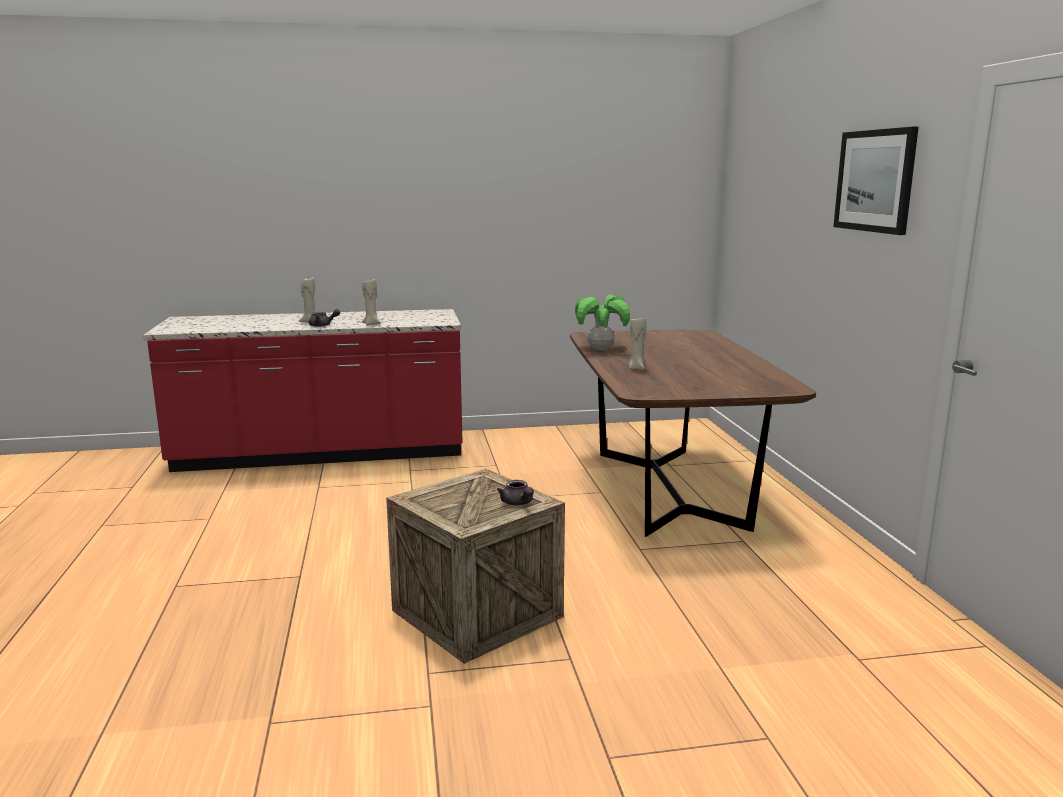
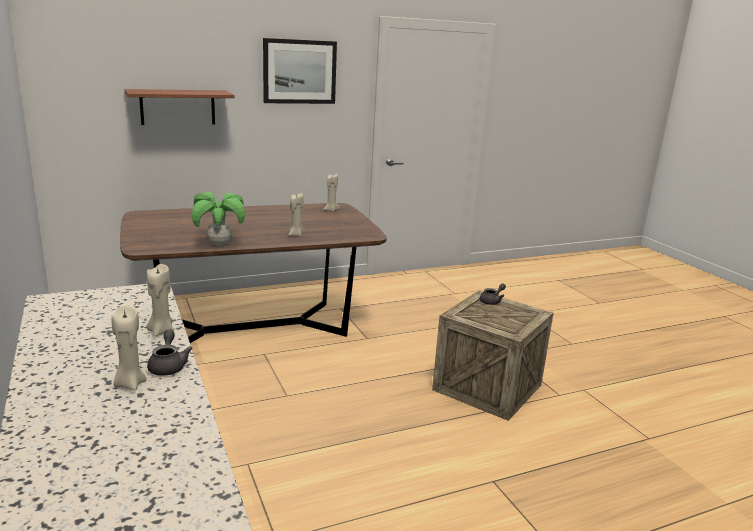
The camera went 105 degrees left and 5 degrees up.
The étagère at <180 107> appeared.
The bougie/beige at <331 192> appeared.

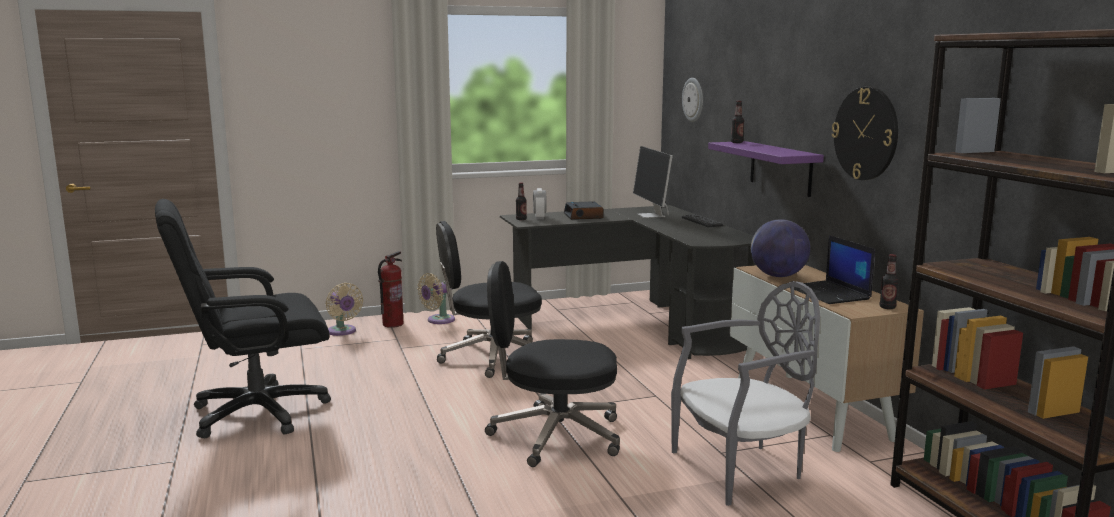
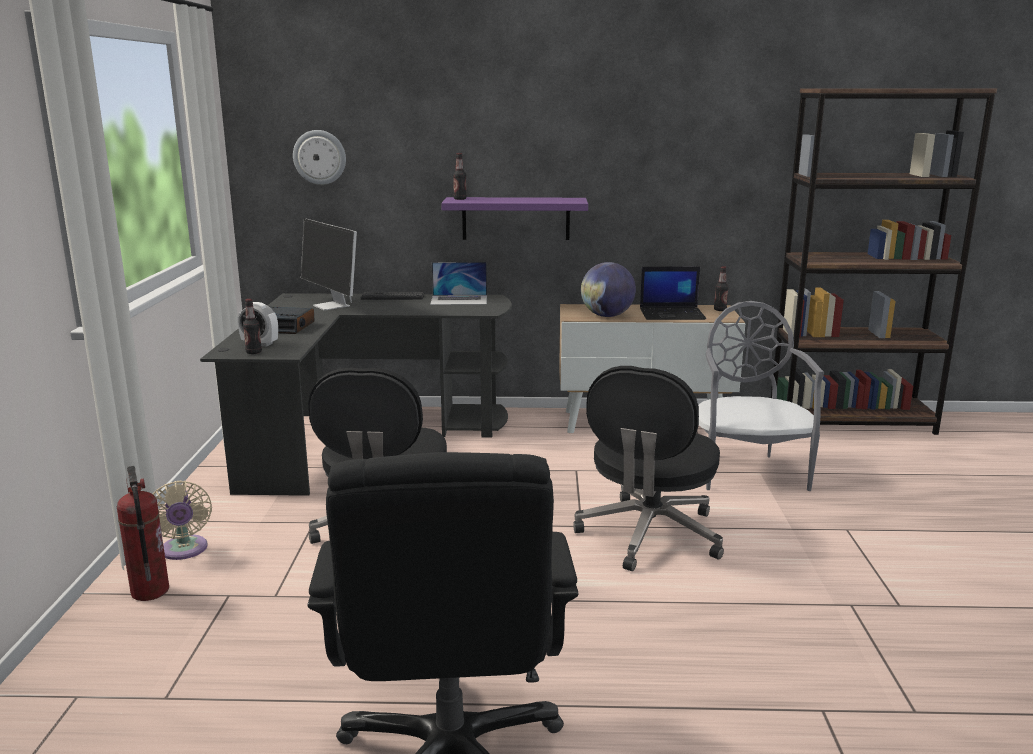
The camera went 70 degrees left and 5 degrees up.
The écran d'ordinateur at <653 182> turned 45 degrees clockwise.
The ordinateur portable at <458 283> appeared.
The ventilateur/beige at <344 309> disappeared.
The horloge murale at <865 133> disappeared.

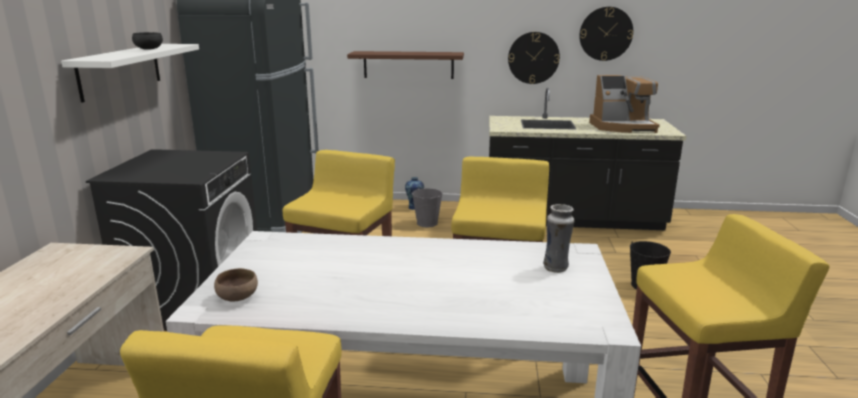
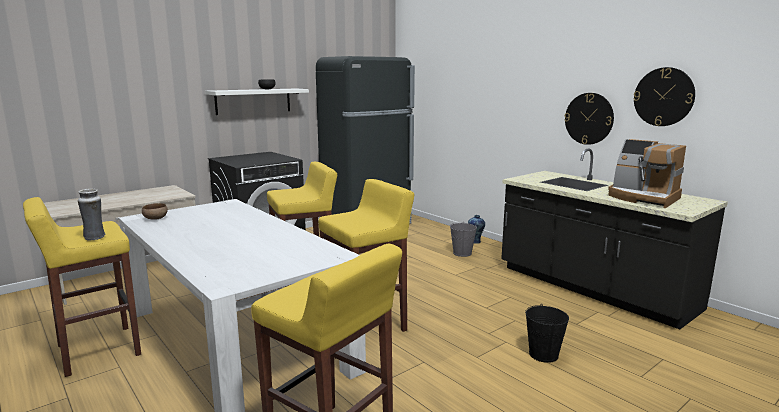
The camera went 45 degrees right and 5 degrees down.
The vase moved from <558 238> to <91 215>.
The étagère/marron at <405 65> disappeared.

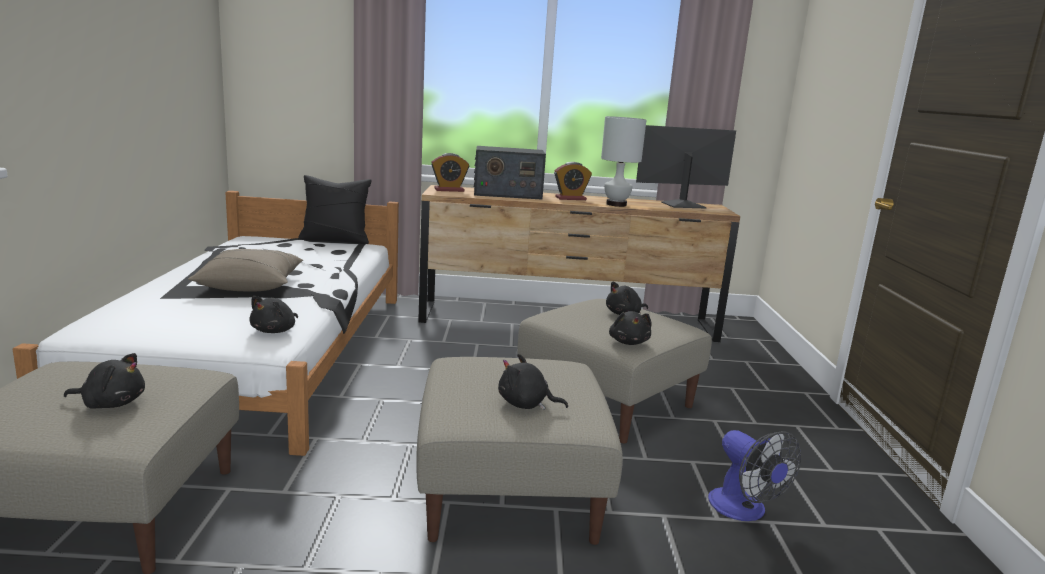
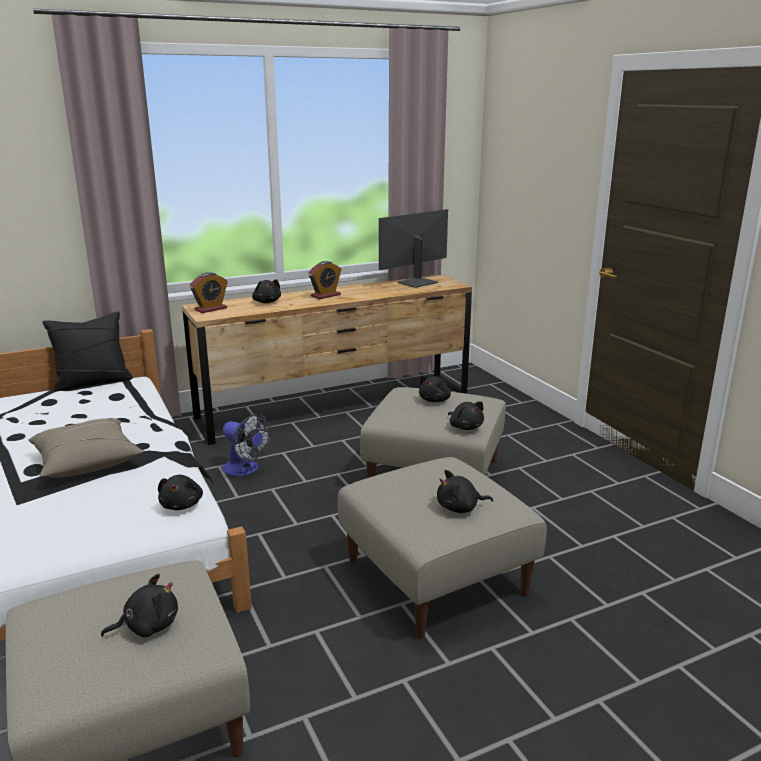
The camera went 25 degrees left and 5 degrees up.
The ventilateur moved from <754 475> to <247 445>.
The radio at <510 173> was replaced by the peluche/noir at <266 291>.
The lampe de table/blanc at <623 161> disappeared.

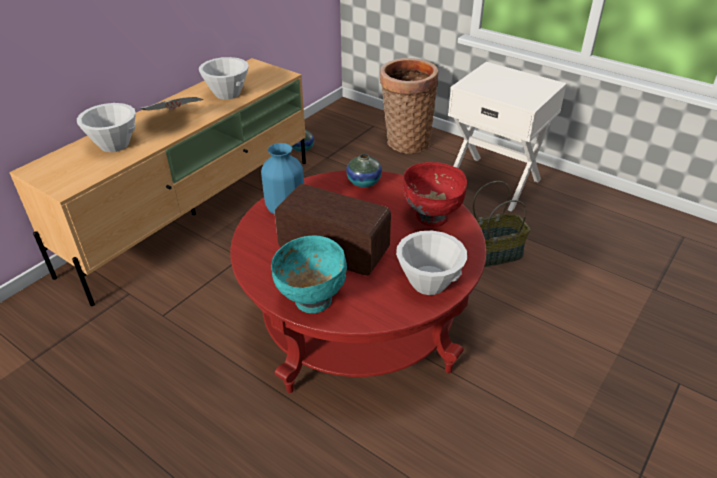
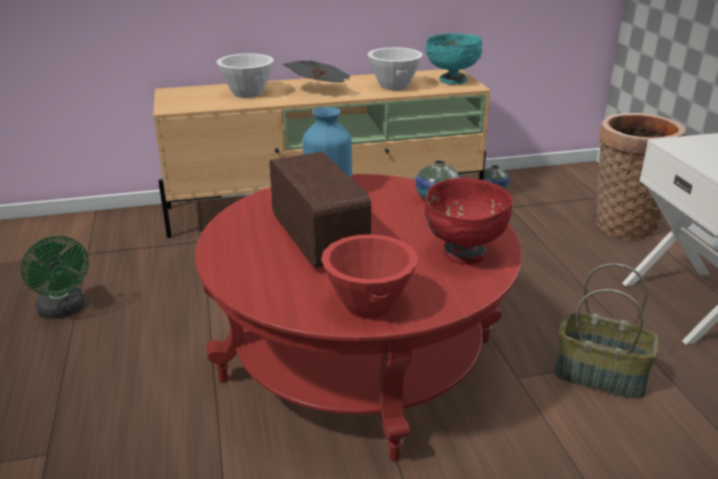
The camera went 40 degrees right and 10 degrees down.
The ventilateur/vert at <55 277> appeared.
The bol/blanc at <431 263> became the bol/rouge at <369 276>.
The bol/turquoise moved from <309 274> to <454 58>.

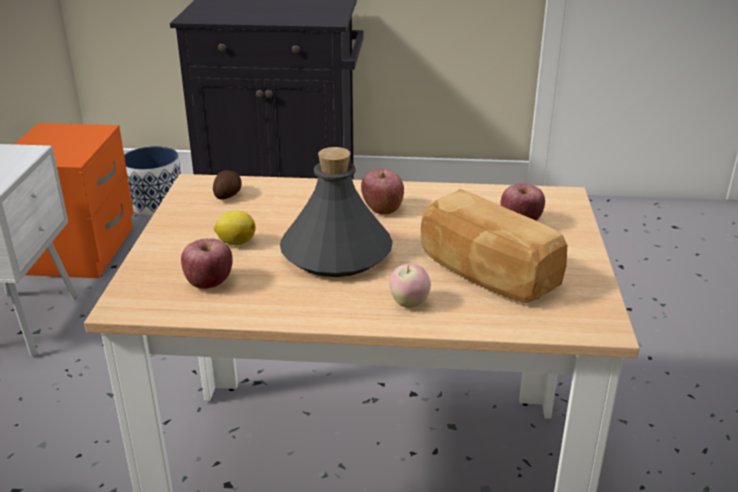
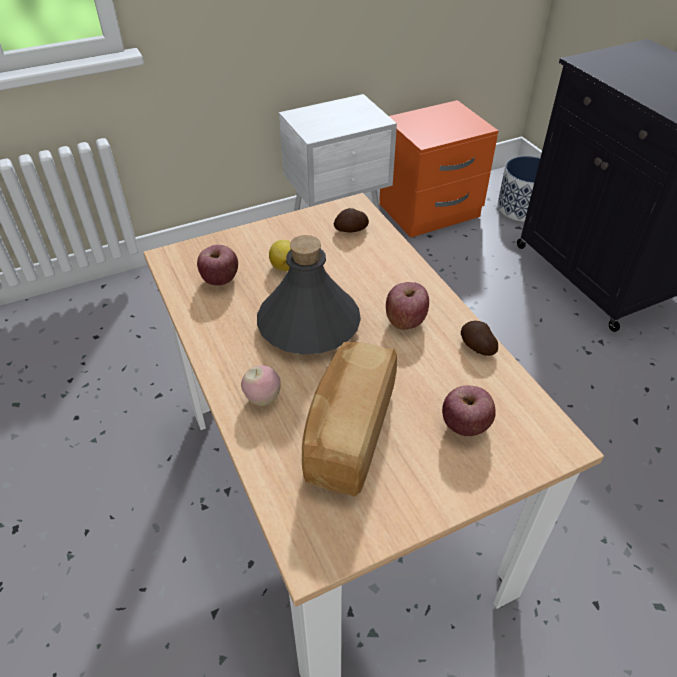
The camera went 60 degrees right and 15 degrees up.
The pomme de terre at <479 338> appeared.

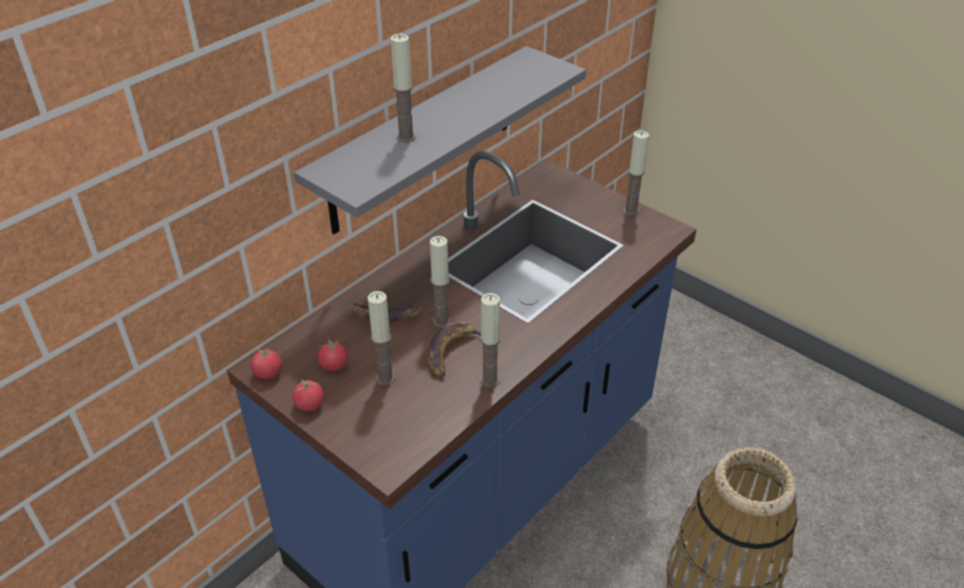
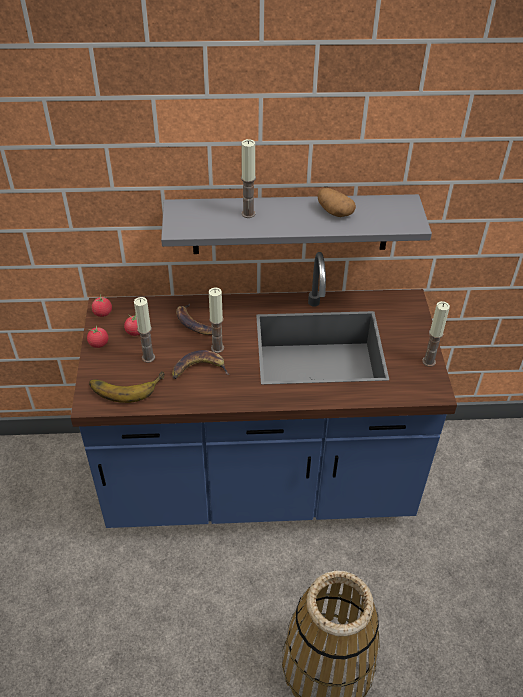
The camera went 45 degrees right and 5 degrees up.
The banane at <127 387> appeared.
The pomme de terre at <336 202> appeared.
The bougie at <490 340> disappeared.

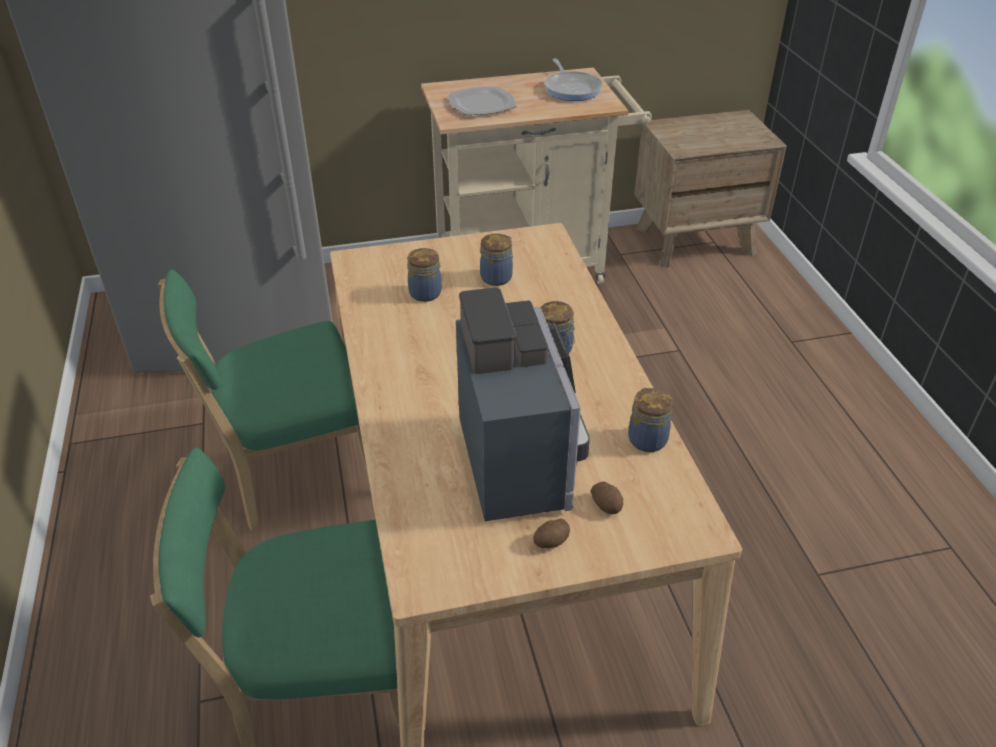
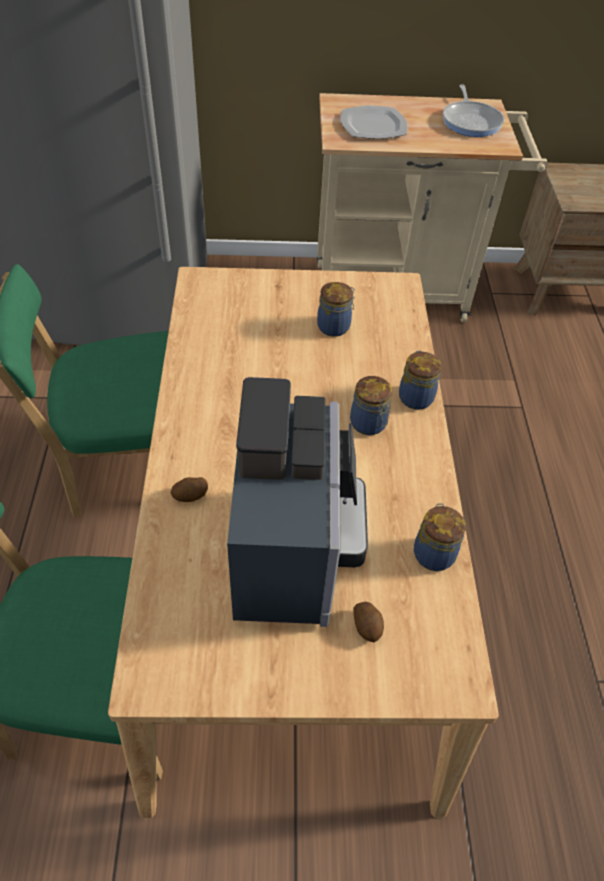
The camera went 10 degrees right and 10 degrees up.
The pomme de terre moved from <551 533> to <189 489>.
The bocal moved from <424 275> to <420 380>.

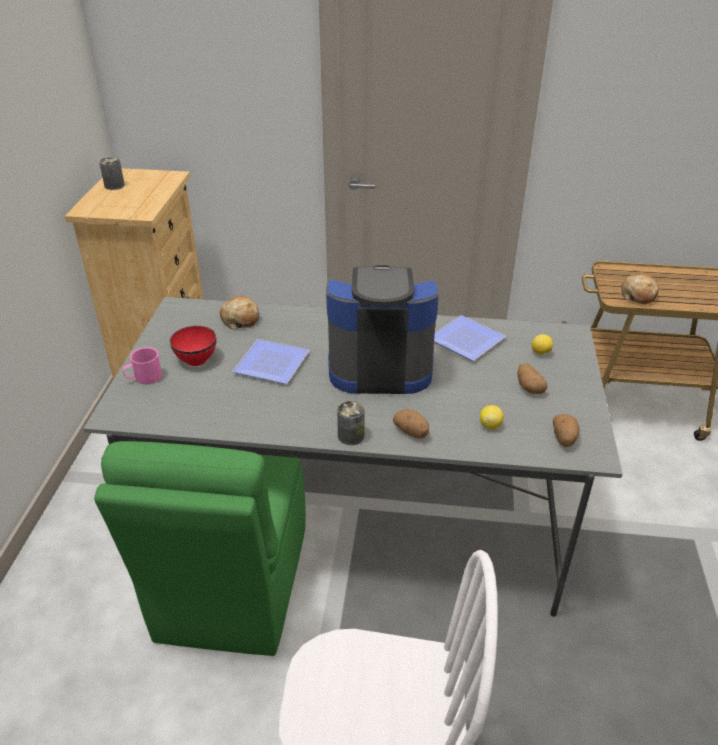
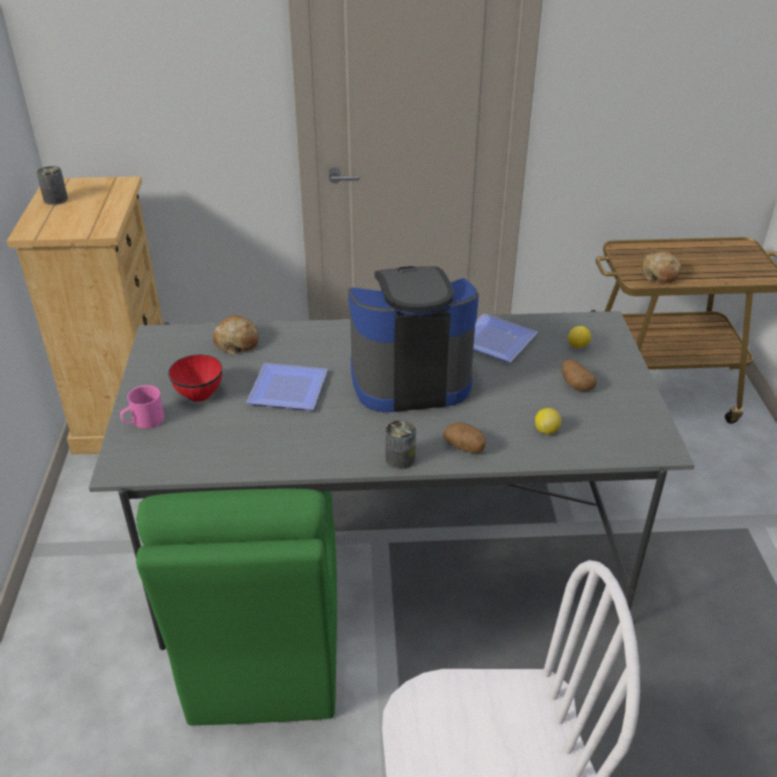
The camera went 10 degrees left and 0 degrees up.
The pomme de terre at <566 430> disappeared.

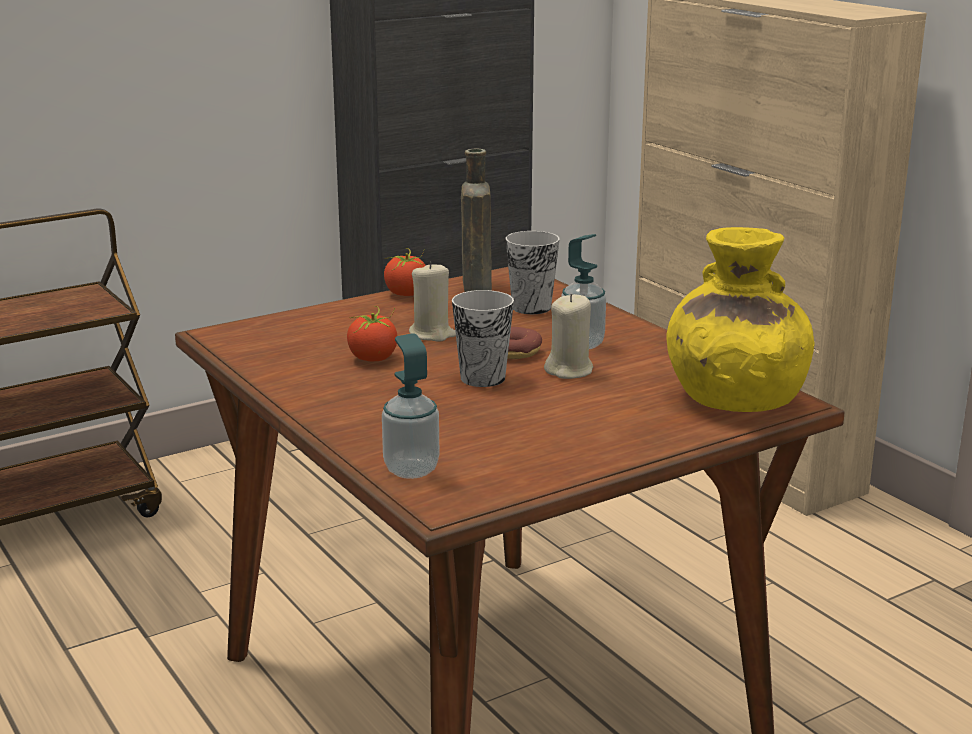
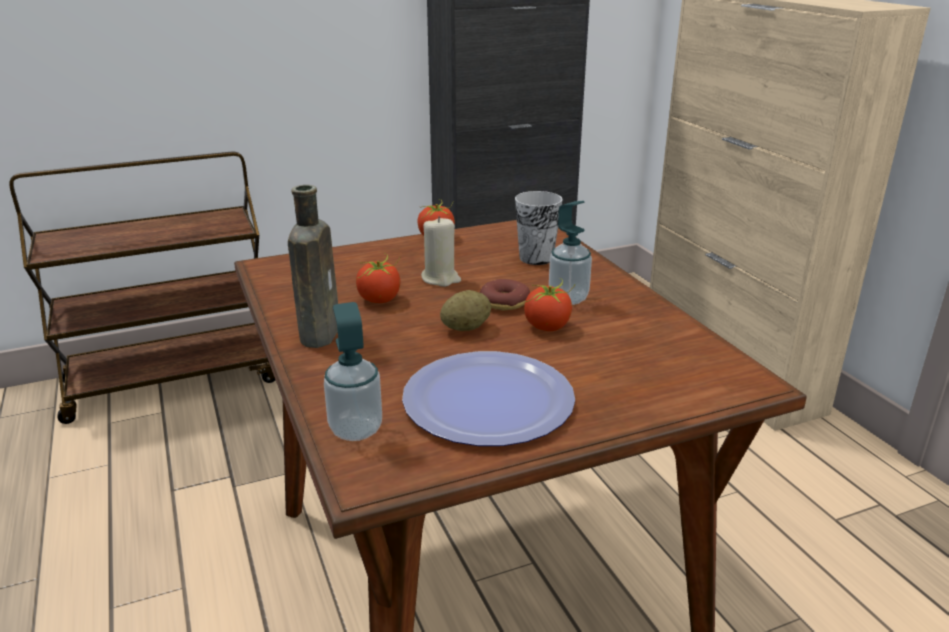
The camera went 10 degrees right and 5 degrees up.
The bouteille/marron moved from <476 220> to <313 266>.
The assiette at <488 398> appeared.
The tasse at <483 338> was replaced by the pomme de terre at <465 310>.
The bougie/beige at <568 336> was replaced by the tomate at <550 304>.
The vase/jaune at <741 319> disappeared.

